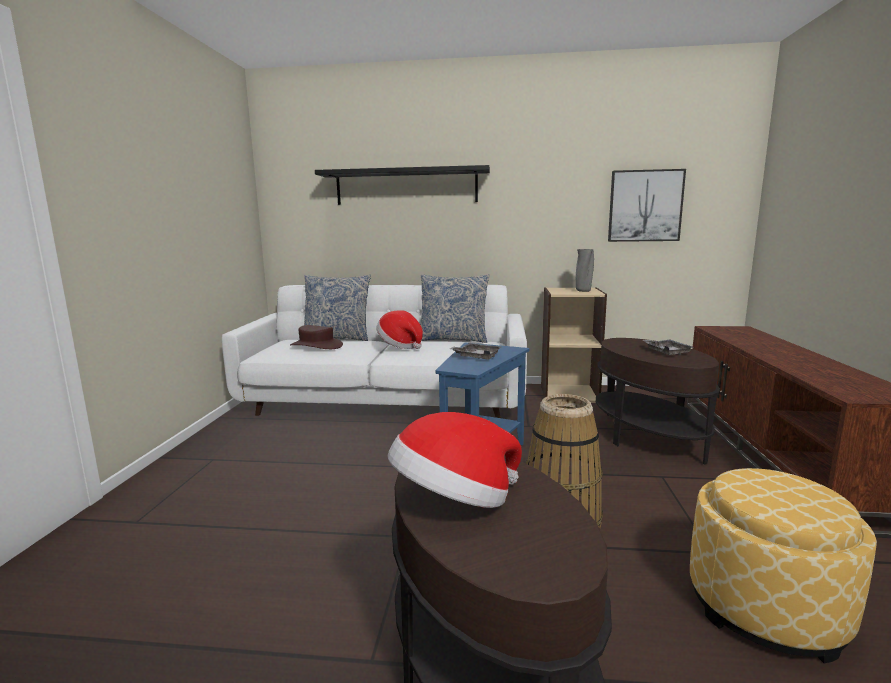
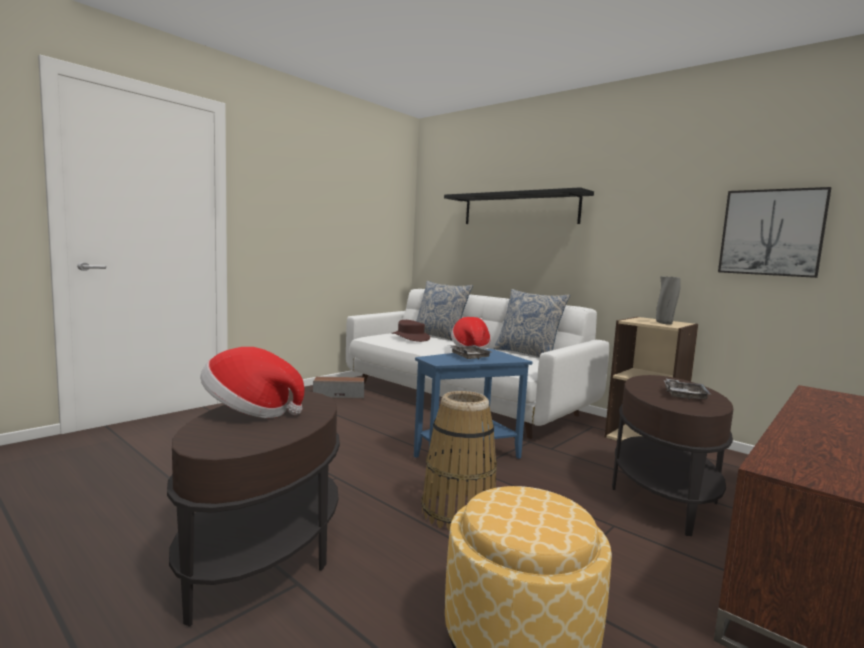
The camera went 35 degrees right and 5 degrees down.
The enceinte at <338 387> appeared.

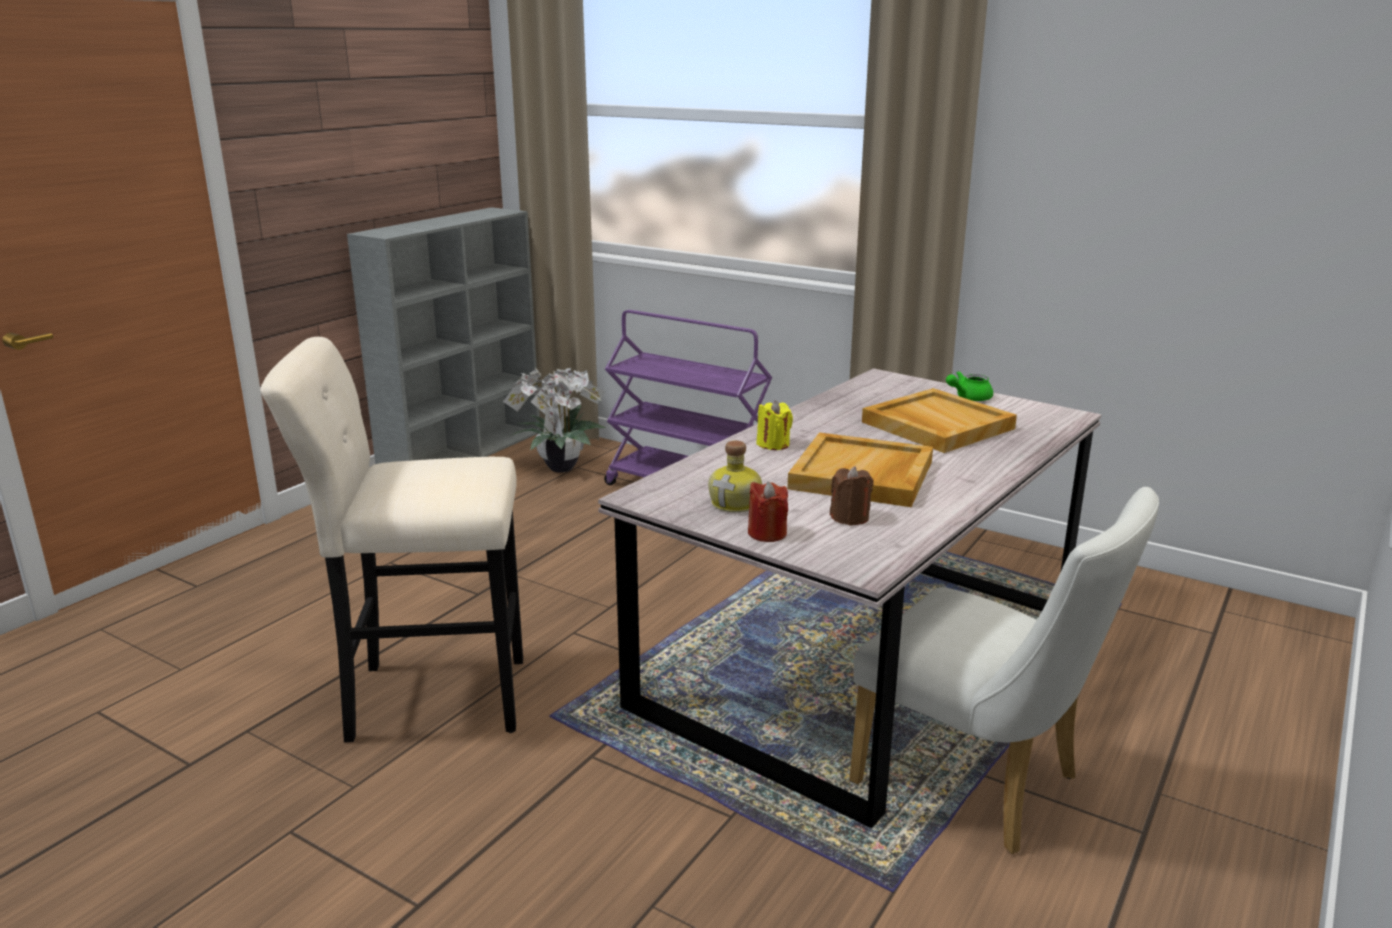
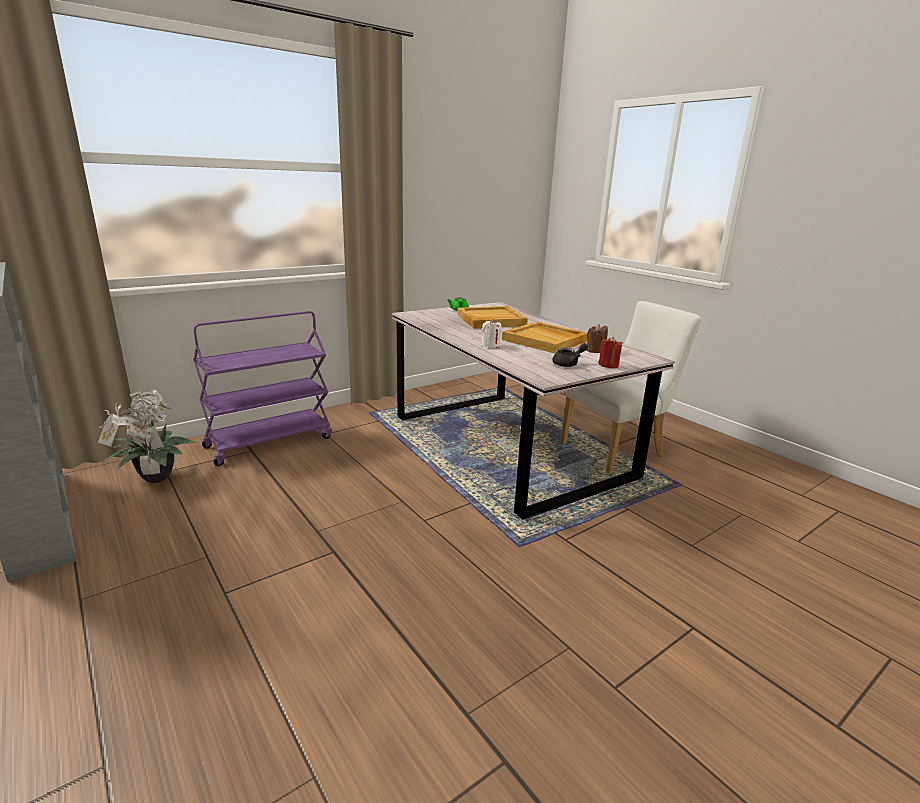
The camera went 70 degrees left and 0 degrees up.
The bougie/jaune at <775 425> became the bougie/blanc at <491 333>.
The bouteille at <735 476> was replaced by the théière/noir at <570 355>.
The tabouret/beige at <391 540> disappeared.

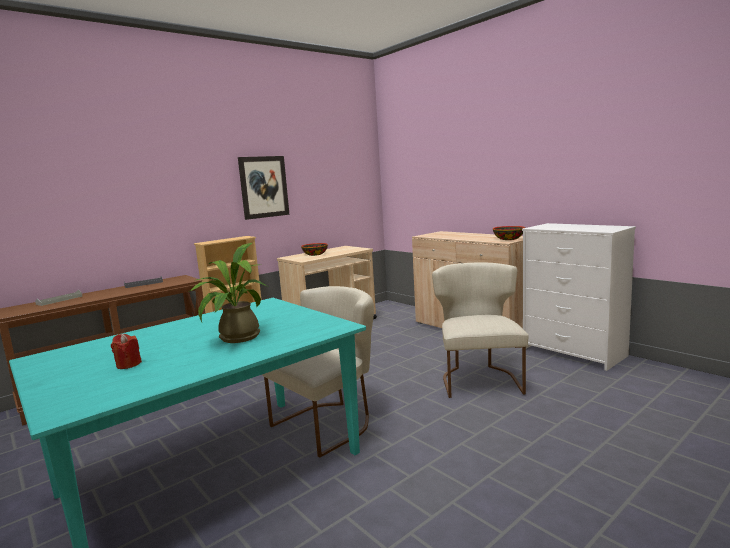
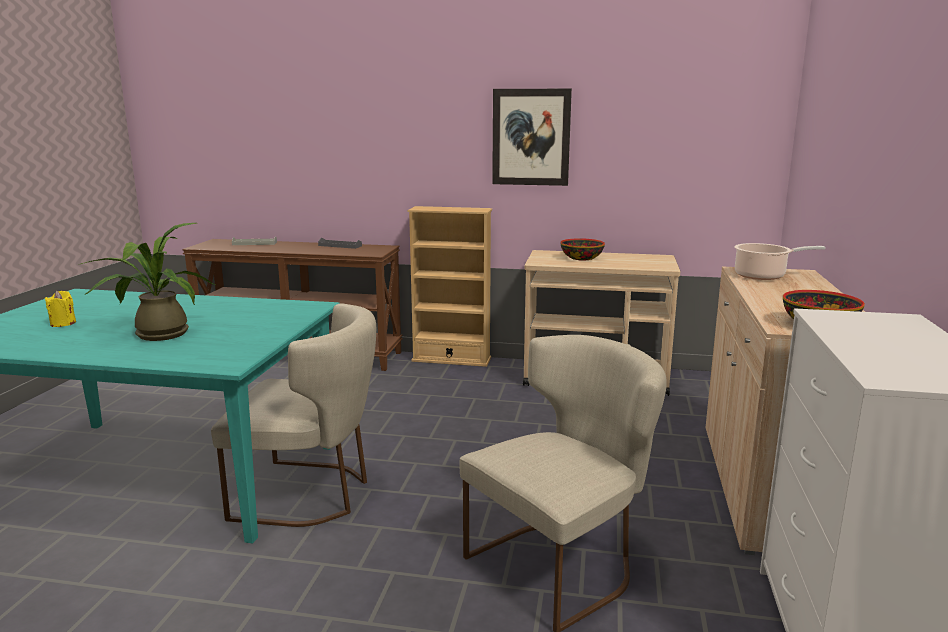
The camera went 50 degrees right and 5 degrees up.
The bougie/rouge at <126 351> became the bougie/jaune at <60 309>.
The marmite at <780 261> appeared.

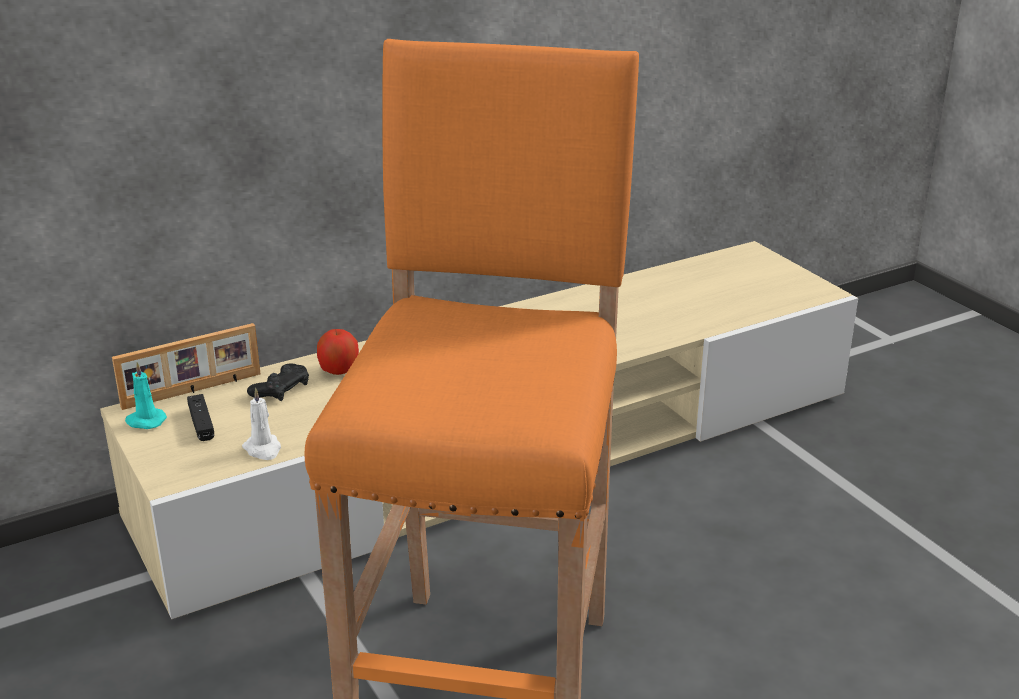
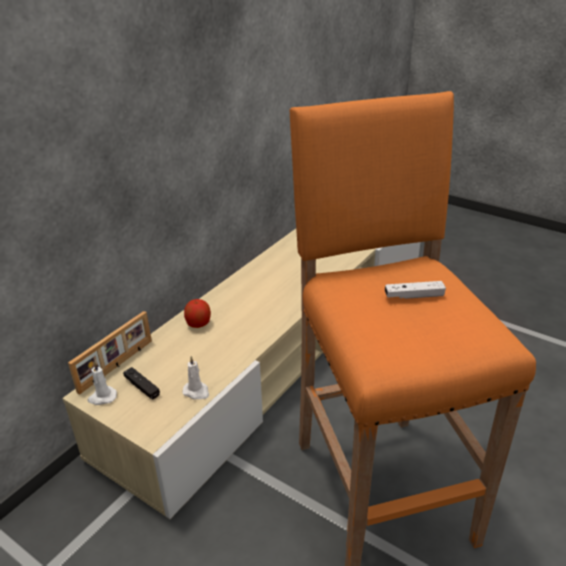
The camera went 25 degrees left and 5 degrees up.
The bougie/turquoise at <146 395> became the bougie/blanc at <102 383>.
The manette/blanc at <415 290> appeared.
The manette/noir at <278 382> disappeared.

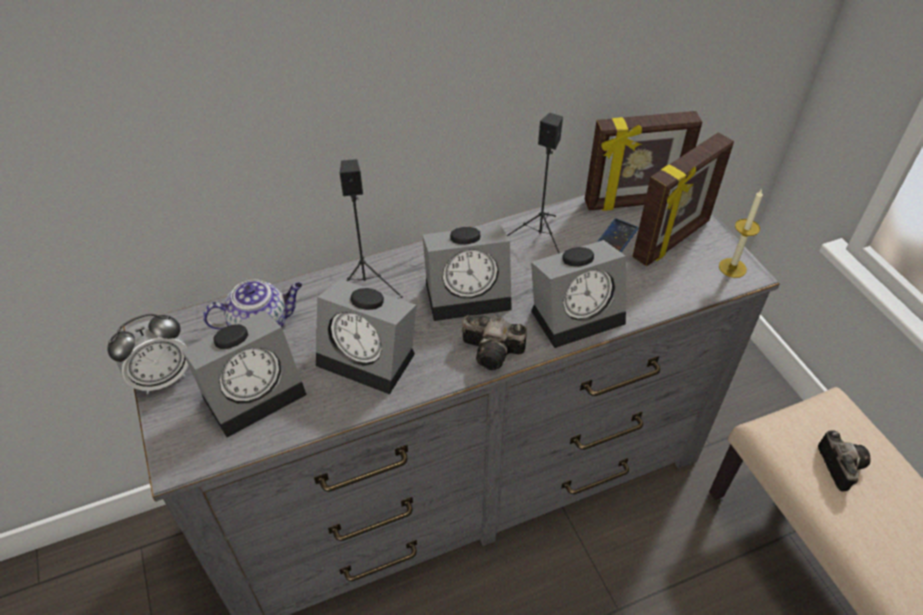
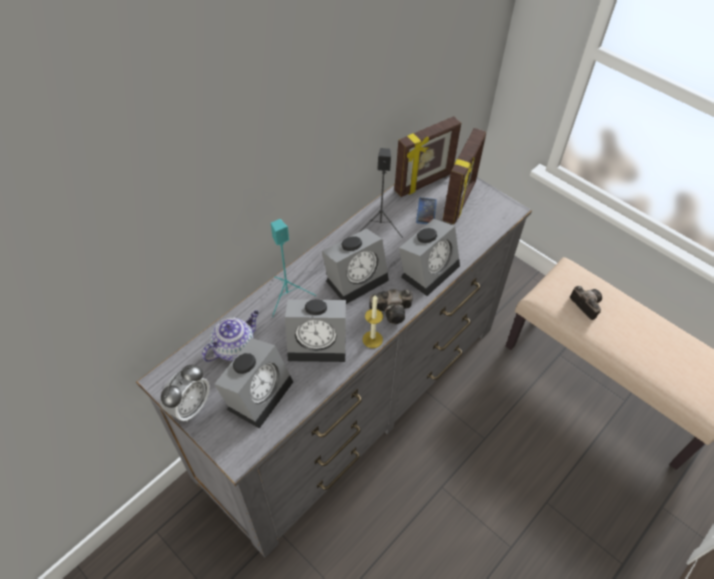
The camera went 25 degrees left and 5 degrees up.
The enceinte/noir at <371 228> became the enceinte/turquoise at <293 268>.
The bougie moved from <741 233> to <373 321>.

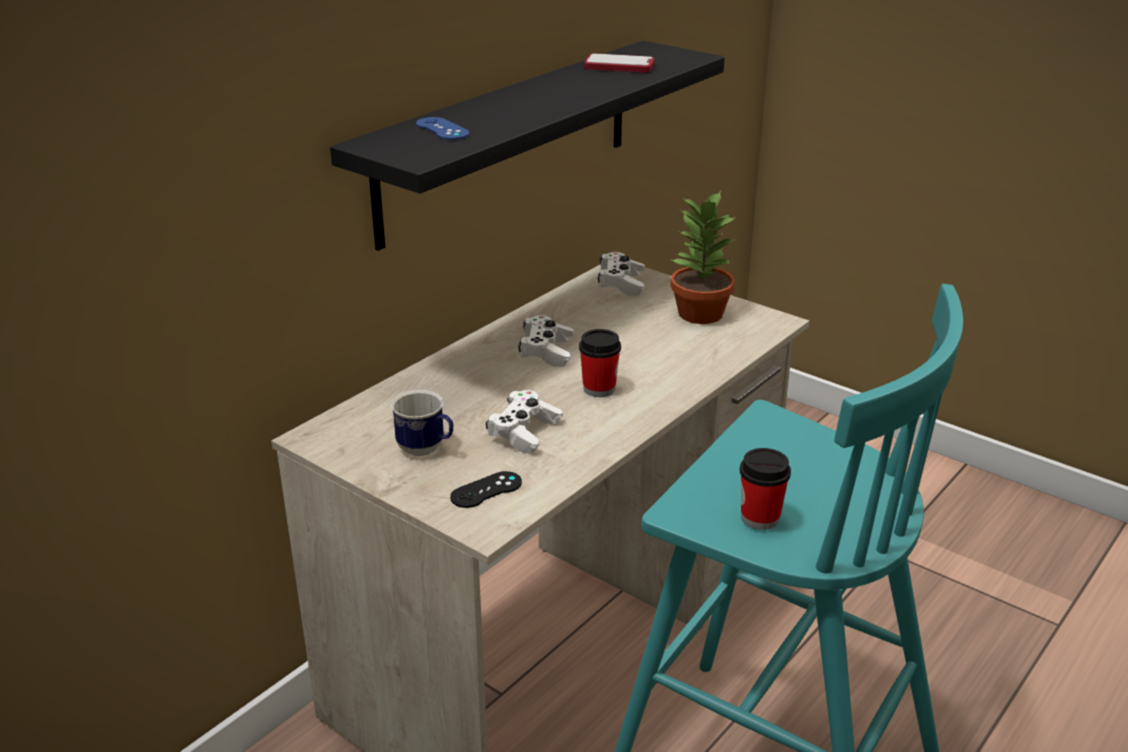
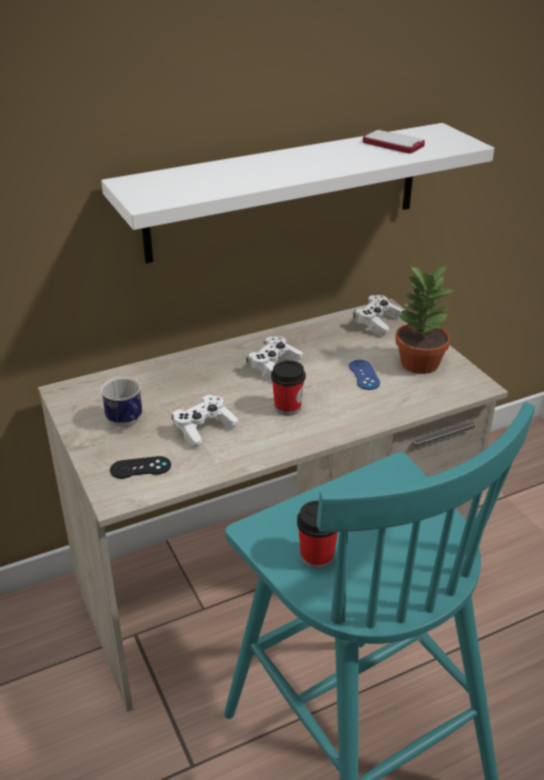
The camera went 25 degrees right and 5 degrees up.
The étagère/noir at <527 146> became the étagère/blanc at <297 193>.
The manette/bleu moved from <442 128> to <364 375>.

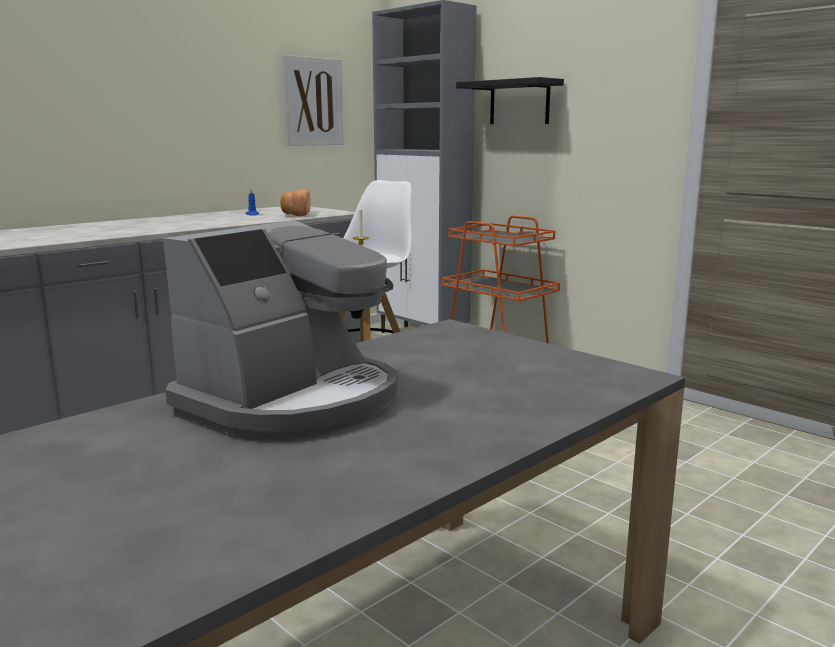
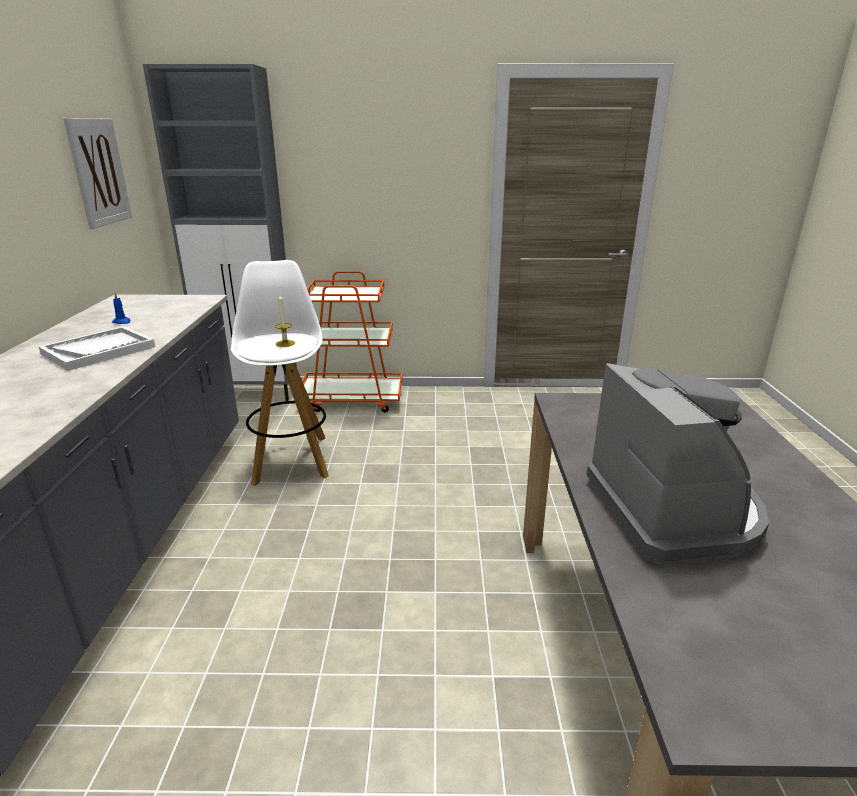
The camera went 45 degrees left and 10 degrees up.
The plateau/blanc at <96 348> appeared.
The pain at <295 203> disappeared.
The étagère/noir at <510 100> disappeared.

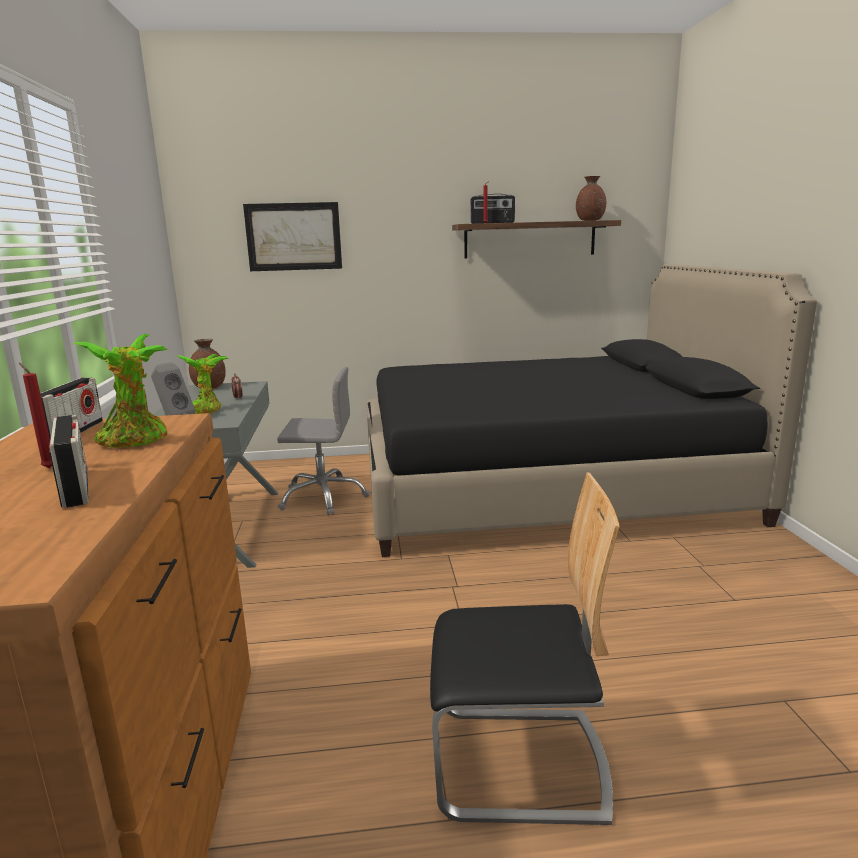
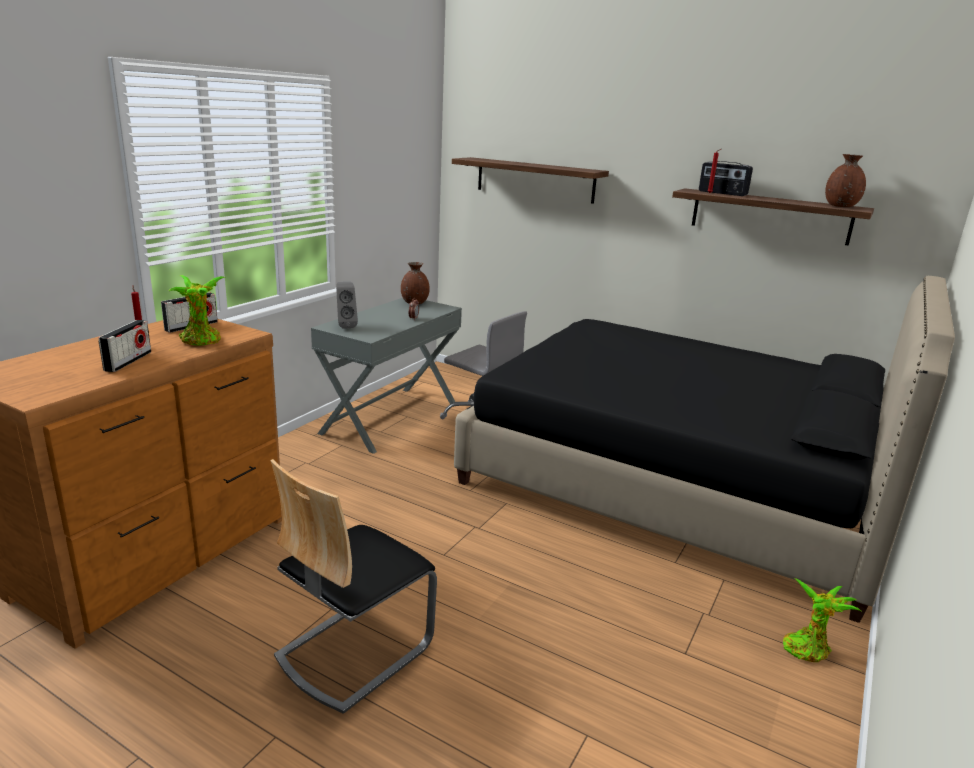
The camera went 35 degrees right and 5 degrees up.
The chaise at <525 649> turned 90 degrees clockwise.
The tableau at <292 236> was replaced by the étagère at <530 180>.
The plante en pot moved from <203 384> to <822 620>.

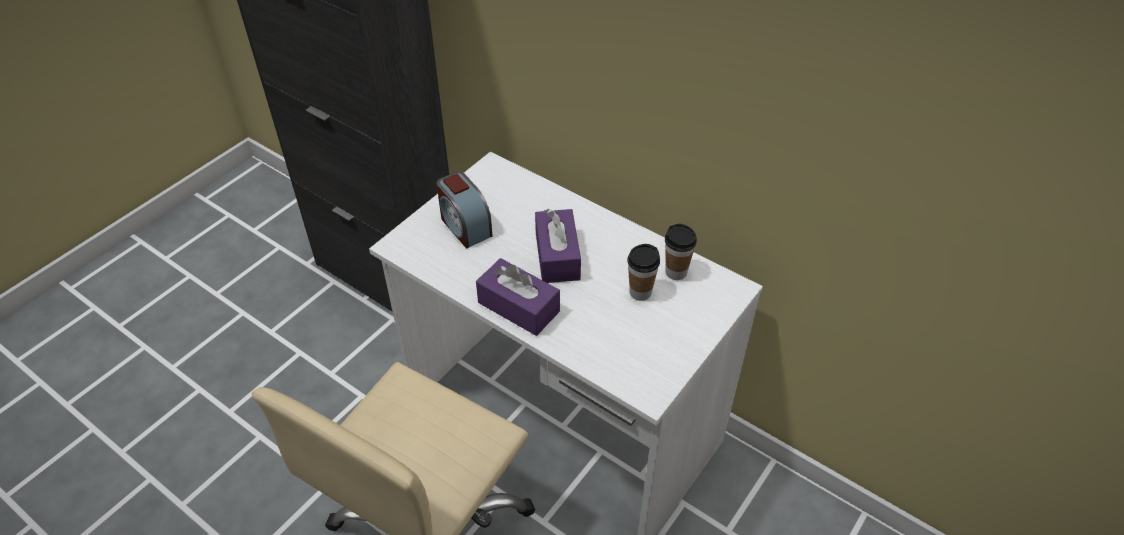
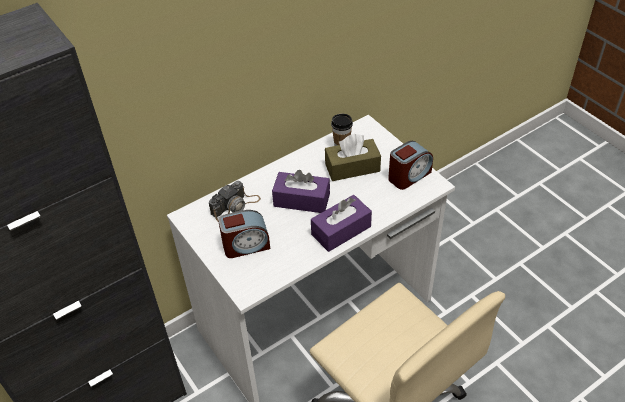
The camera went 70 degrees left and 0 degrees up.
The appareil photo at <235 201> appeared.
The tasse at <643 272> was replaced by the boîte à mouchoirs/marron at <353 157>.
The réveil at <410 165> appeared.

